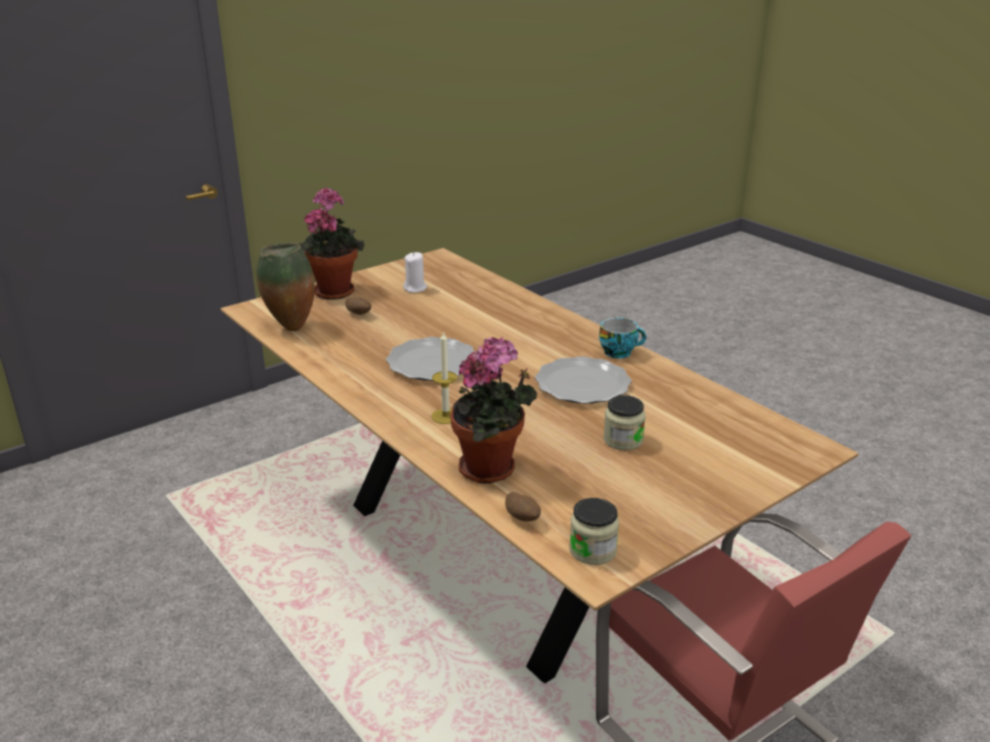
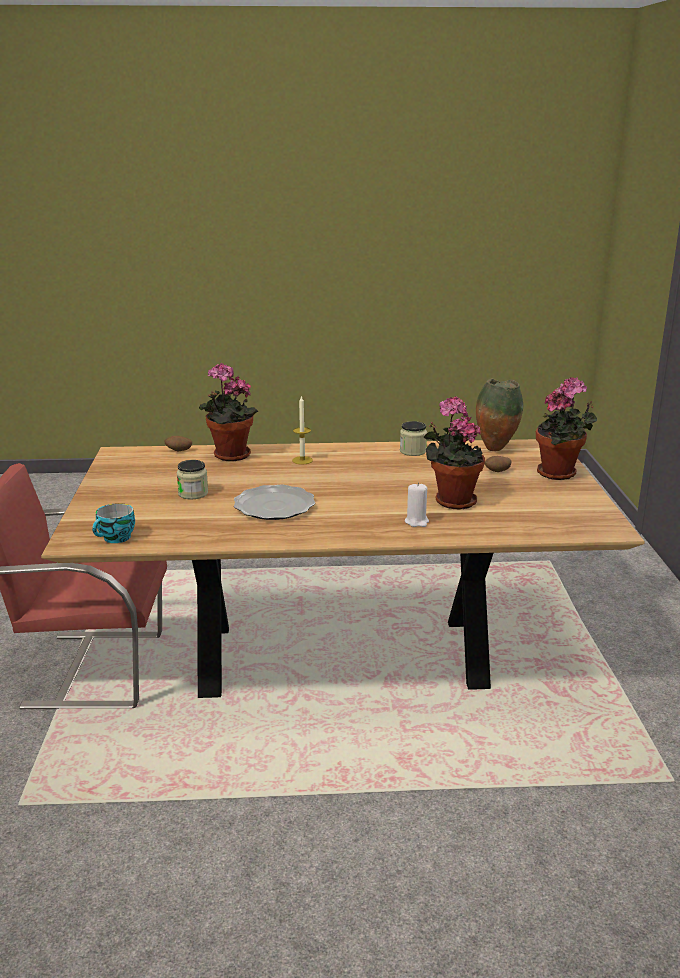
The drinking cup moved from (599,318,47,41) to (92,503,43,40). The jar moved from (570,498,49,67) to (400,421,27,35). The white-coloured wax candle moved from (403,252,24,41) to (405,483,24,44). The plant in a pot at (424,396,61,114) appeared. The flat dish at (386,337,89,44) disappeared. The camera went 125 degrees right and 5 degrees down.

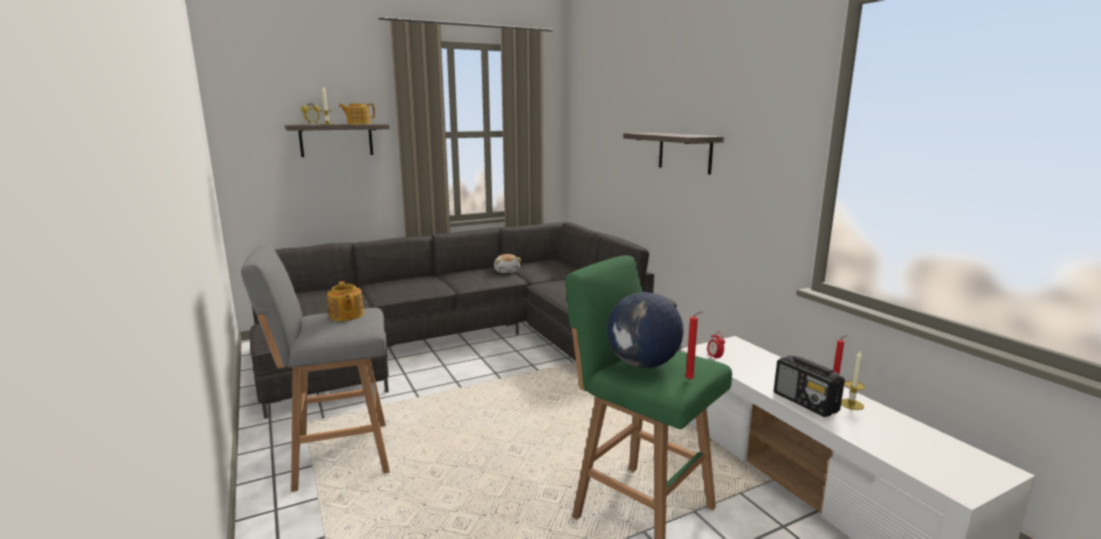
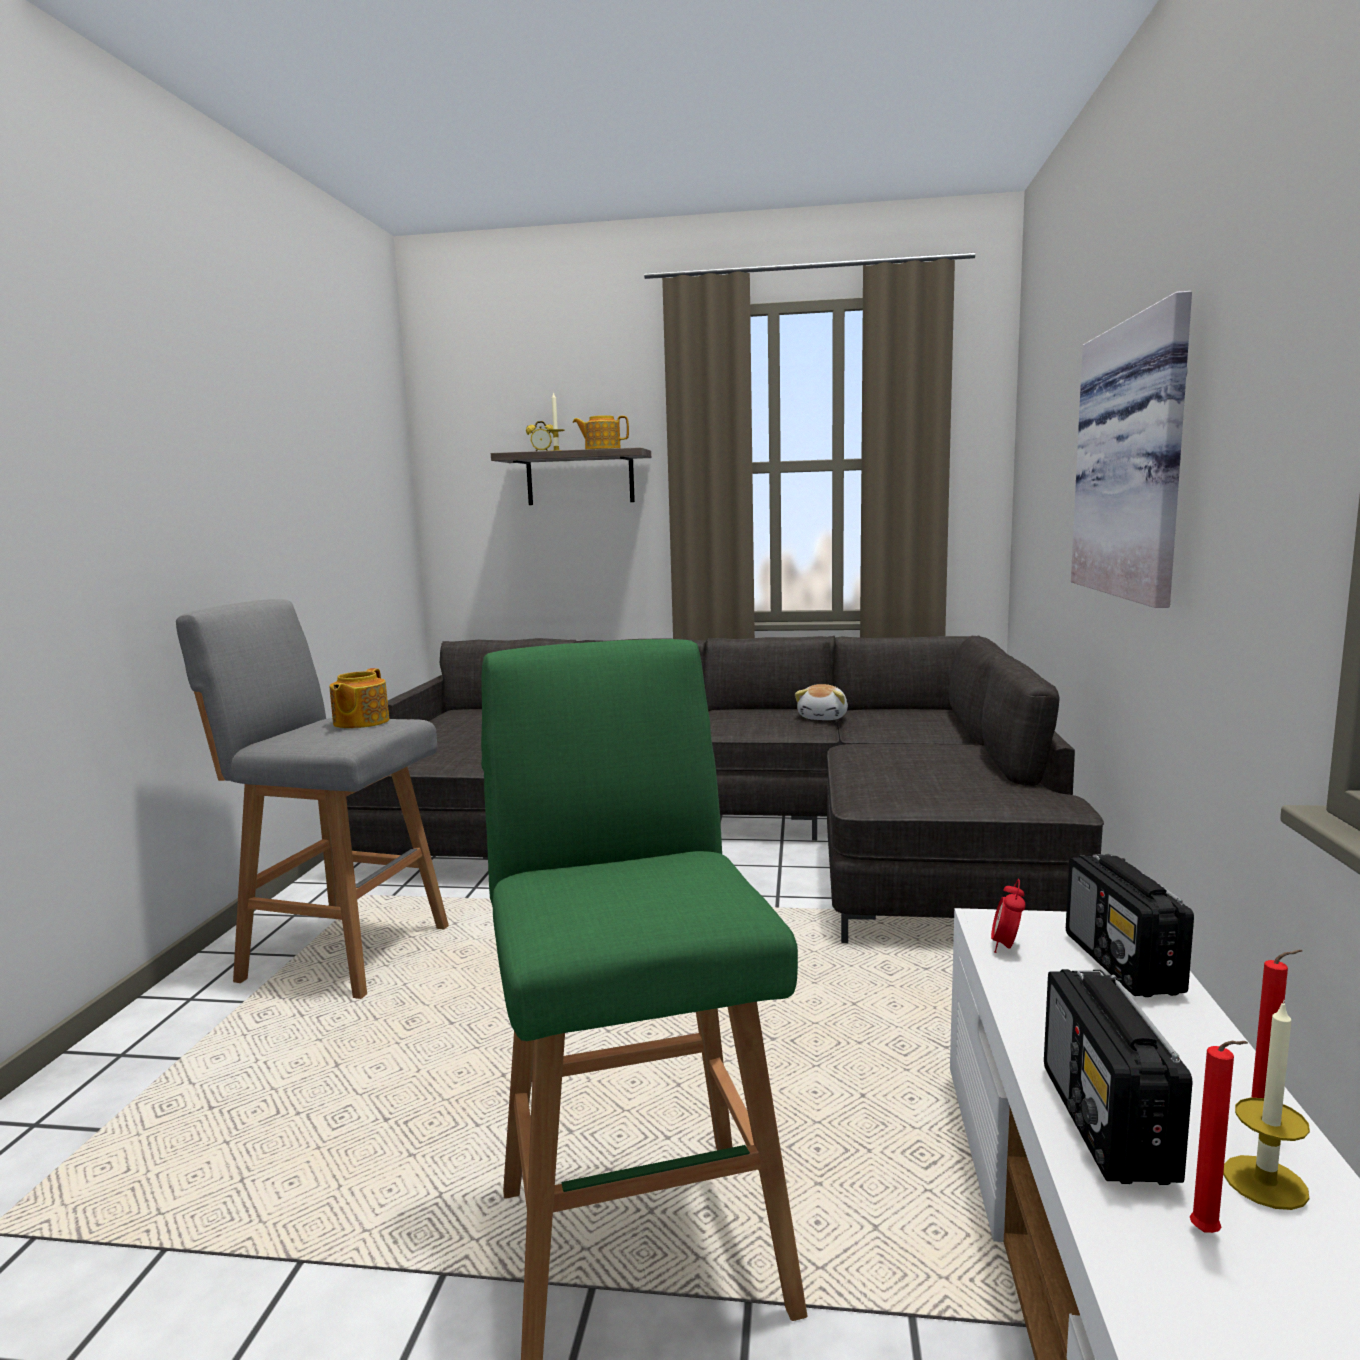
The radio receiver at (1066,854,128,143) appeared. The shelf at (623,133,101,42) was replaced by the wall picture at (1071,291,121,317). The reddish wax candle moved from (685,312,16,68) to (1190,1041,58,192). The globe at (607,292,76,76) disappeared. The camera went 35 degrees right and 5 degrees down.

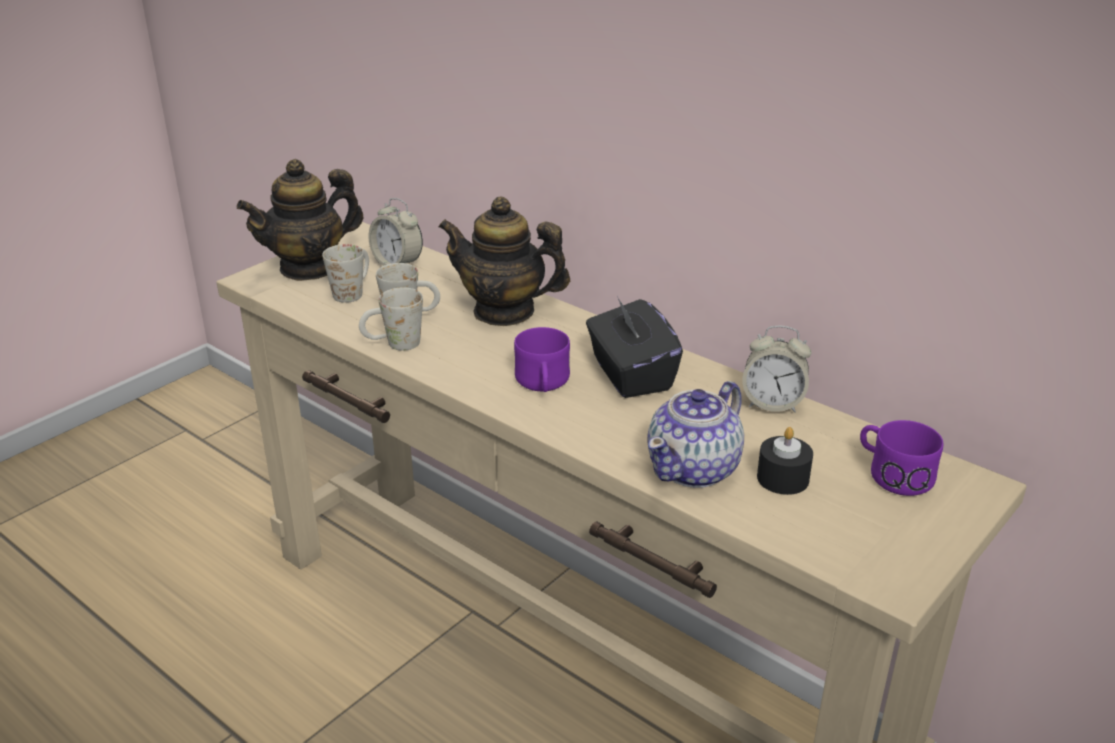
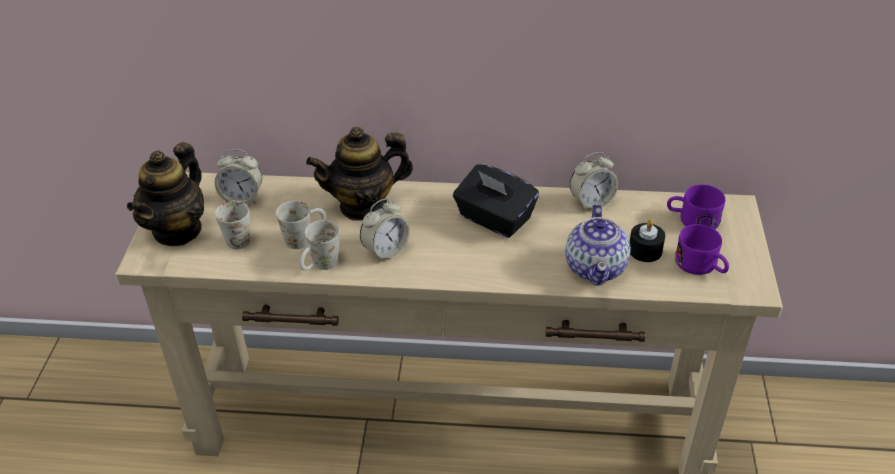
The alarm clock at (360,198,50,64) appeared. The purple coffee mug moved from (514,327,56,65) to (675,224,54,51). The camera went 35 degrees left and 10 degrees up.

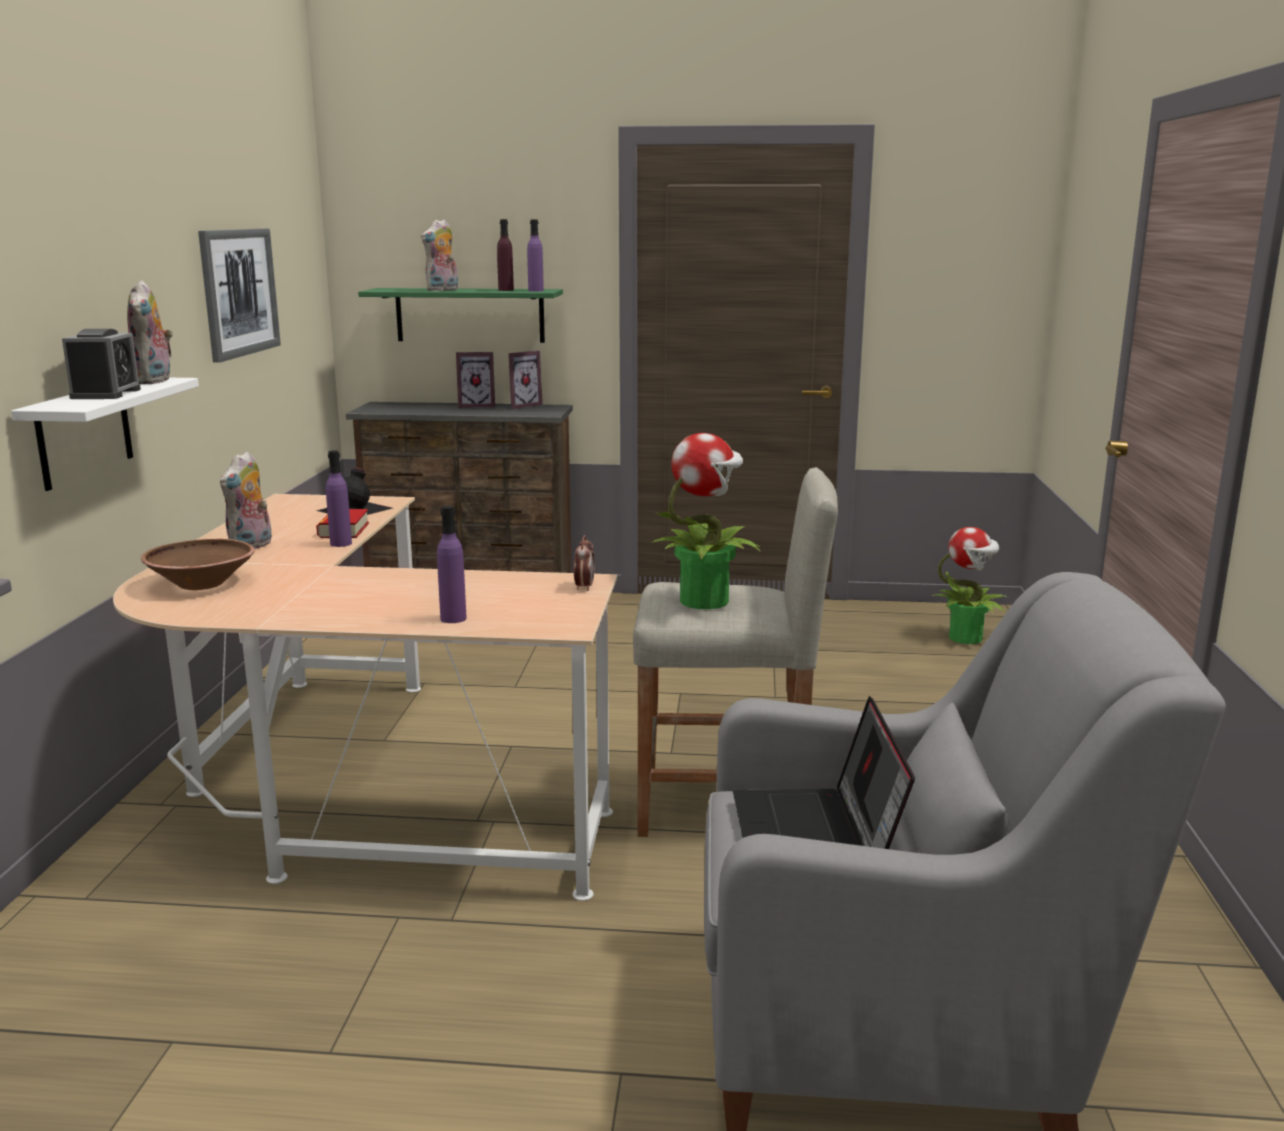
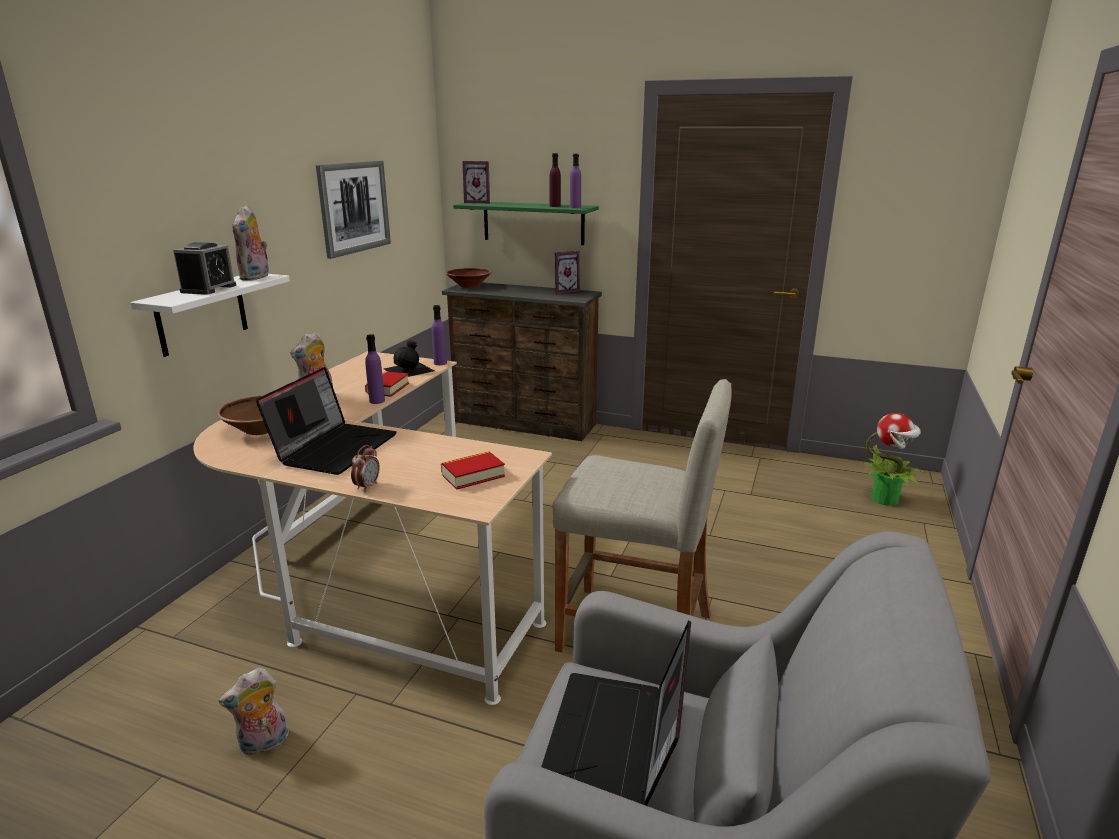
The plush toy moved from (421,219,37,72) to (219,668,70,89). The portable computer at (256,367,141,108) appeared. The alarm clock moved from (574,535,21,56) to (351,445,29,47). The purple drink bottle moved from (437,506,30,117) to (432,305,15,60). The bound book at (441,451,64,39) appeared. The brownish deep dish at (445,268,46,20) appeared. The standing frame moved from (456,352,39,56) to (462,161,28,43). The plant in a pot at (652,433,108,176) disappeared. The camera went 15 degrees right and 5 degrees up.

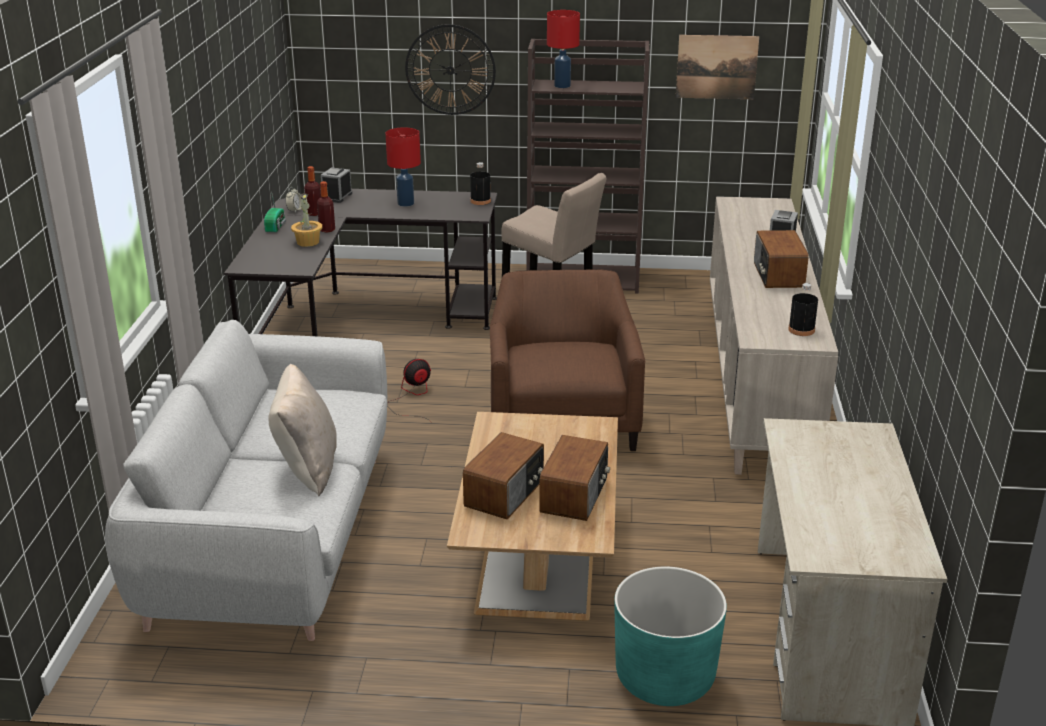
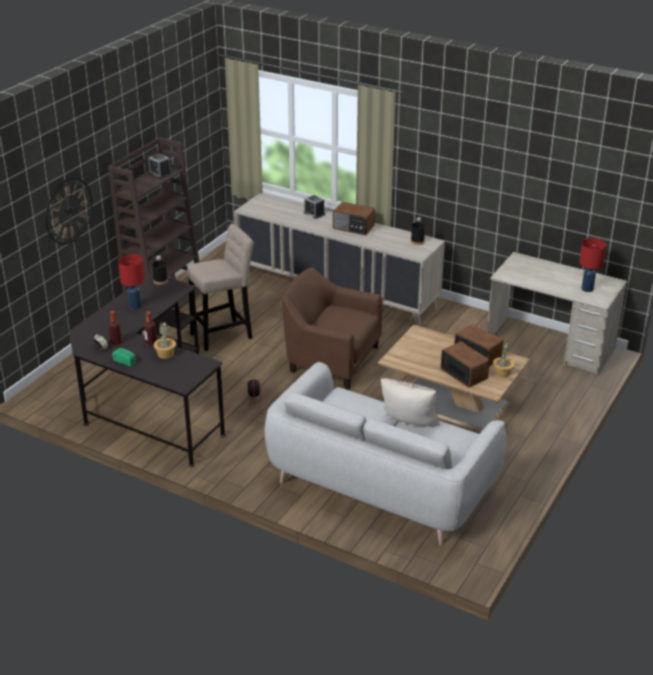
The alarm clock moved from (321,167,31,36) to (148,153,23,26). The plant in a pot at (493,341,22,36) appeared. The reddish lamp for a table moved from (547,10,33,78) to (579,238,27,54). The turquoise-coloured planter at (614,567,113,139) disappeared. The wall picture at (676,35,83,64) disappeared. The camera went 65 degrees left and 5 degrees up.

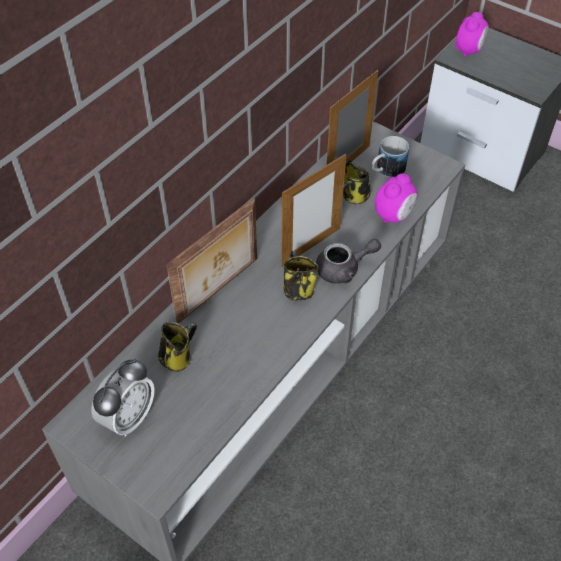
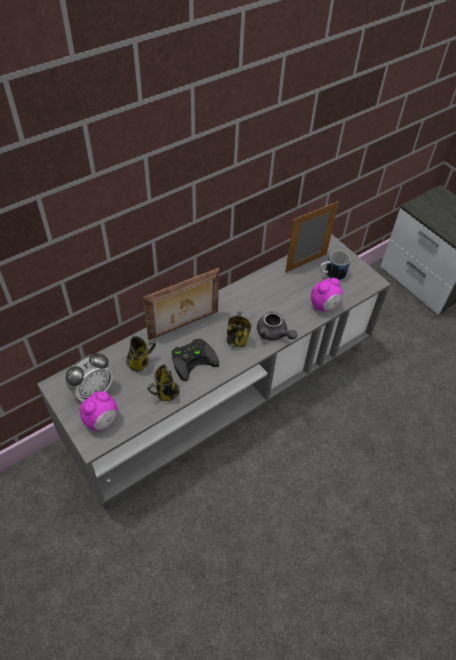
The alarm clock moved from (456,12,33,45) to (80,391,38,40). The coffee mug moved from (343,160,28,45) to (147,364,33,37). The black-coloured gamepad at (172,339,47,42) appeared. The greyish tea pot at (316,239,65,45) turned 45 degrees clockwise. The standing frame at (282,154,65,113) disappeared. The camera went 15 degrees right and 0 degrees up.

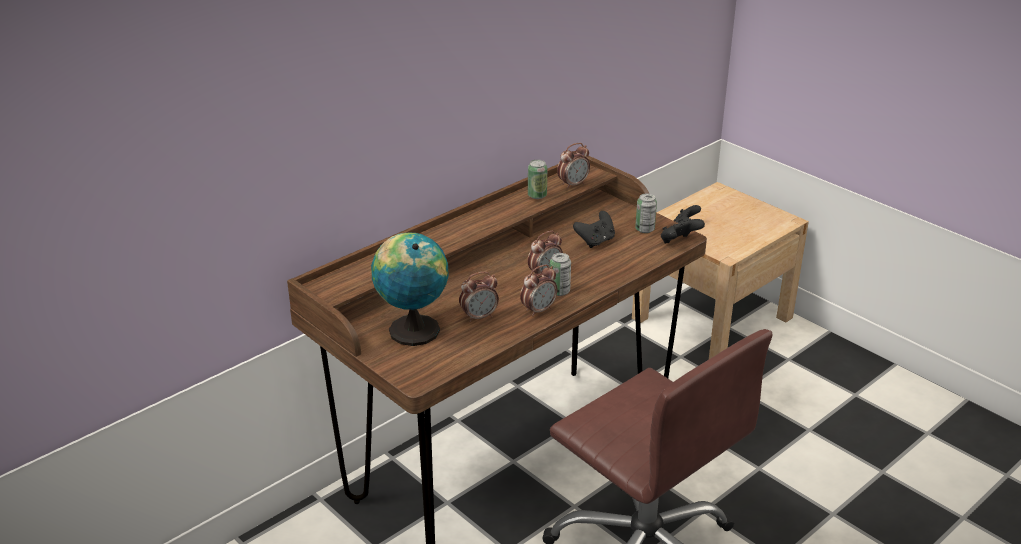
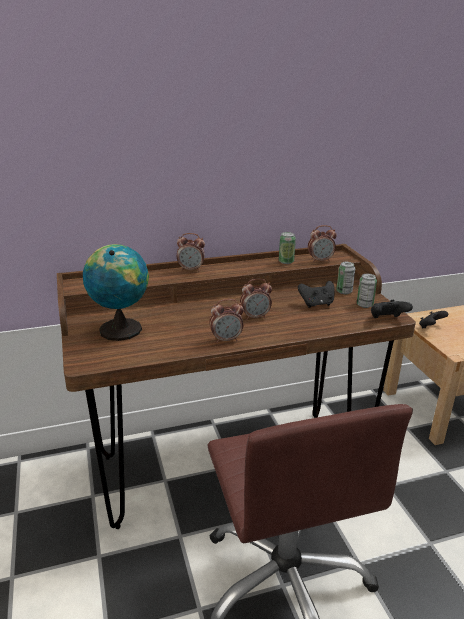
The alarm clock moved from (459,272,40,50) to (177,233,28,38). The metal can moved from (550,253,21,43) to (337,262,18,32). The camera went 25 degrees right and 5 degrees down.

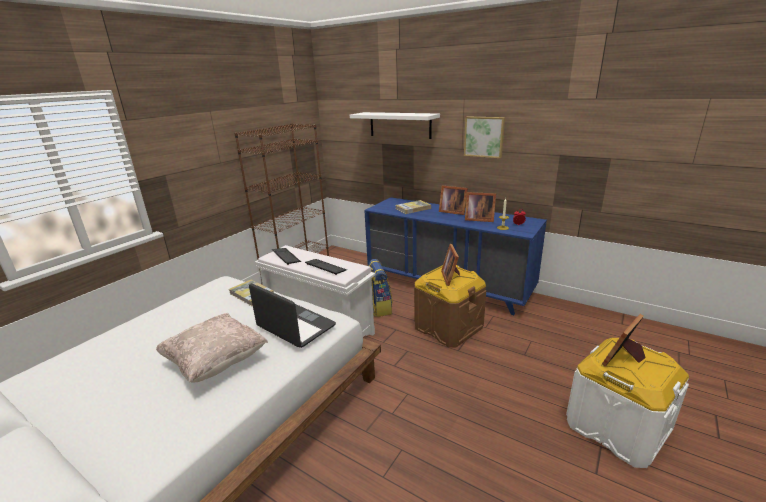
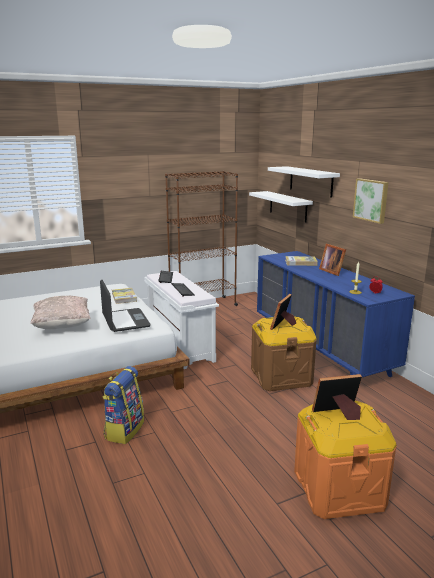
The backpack moved from (369,259,24,58) to (102,366,42,78). The white-coloured shelf at (249,191,64,31) appeared. The white-coloured storage container at (566,338,123,130) became the orangey storage container at (294,400,103,119). The standing frame at (465,192,31,30) disappeared. The camera went 30 degrees right and 5 degrees down.

